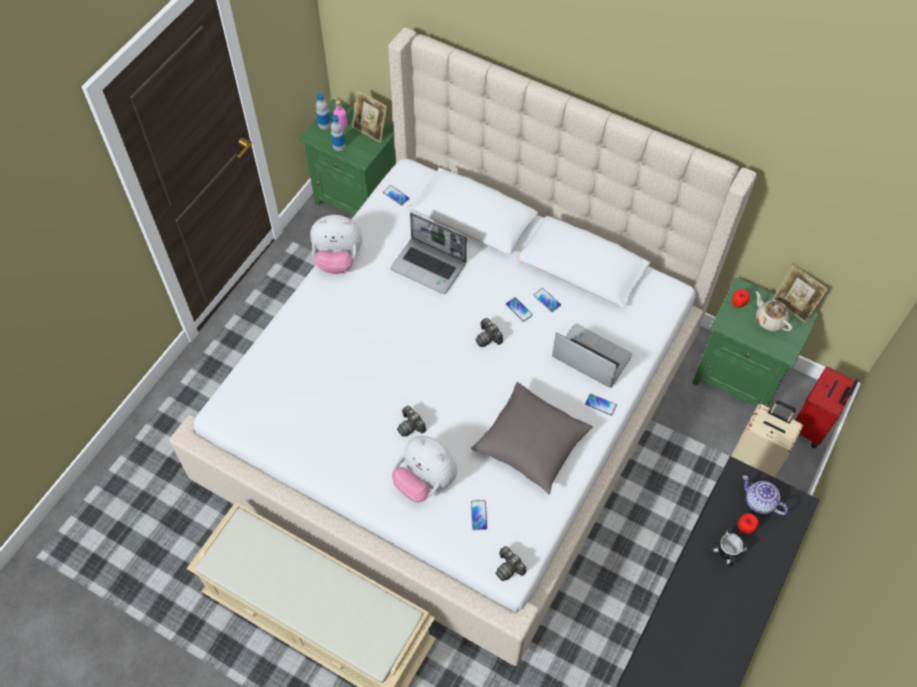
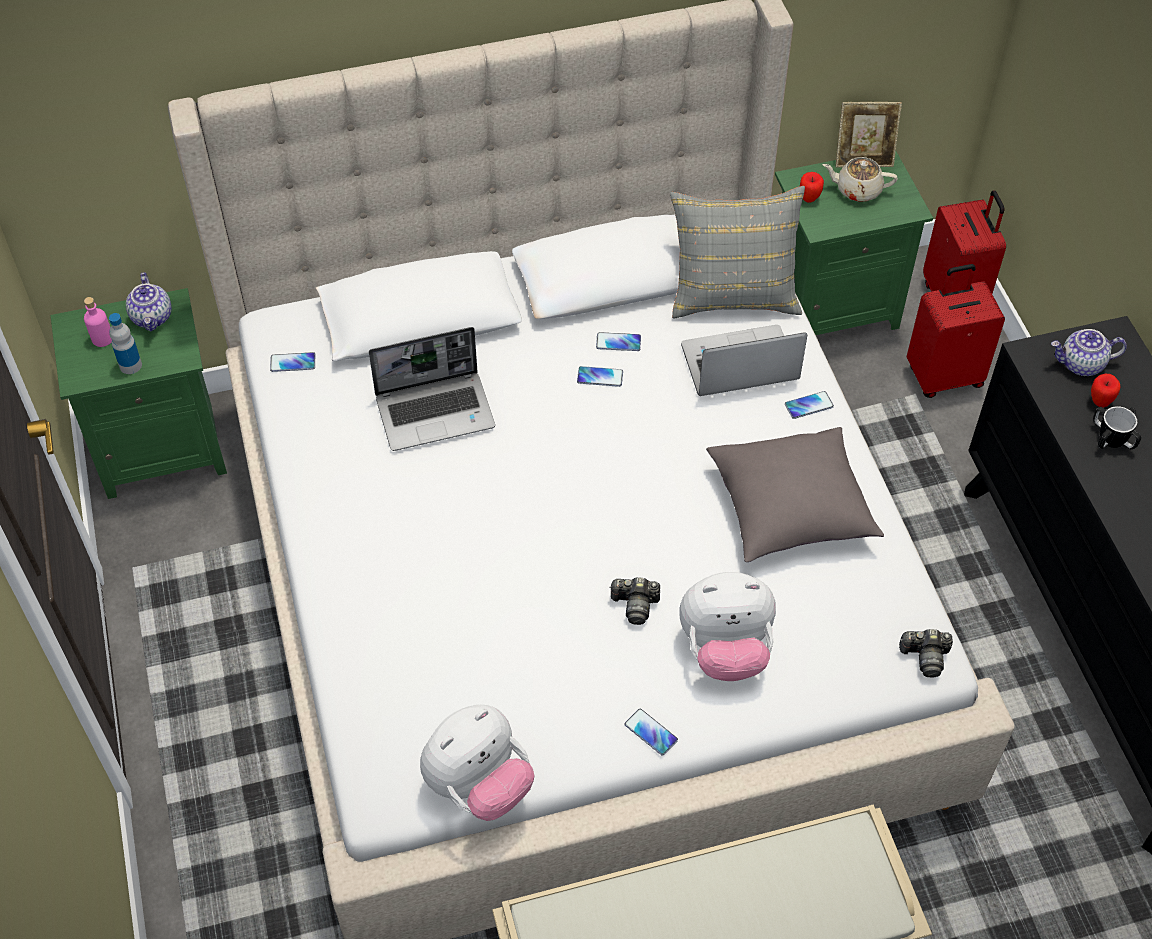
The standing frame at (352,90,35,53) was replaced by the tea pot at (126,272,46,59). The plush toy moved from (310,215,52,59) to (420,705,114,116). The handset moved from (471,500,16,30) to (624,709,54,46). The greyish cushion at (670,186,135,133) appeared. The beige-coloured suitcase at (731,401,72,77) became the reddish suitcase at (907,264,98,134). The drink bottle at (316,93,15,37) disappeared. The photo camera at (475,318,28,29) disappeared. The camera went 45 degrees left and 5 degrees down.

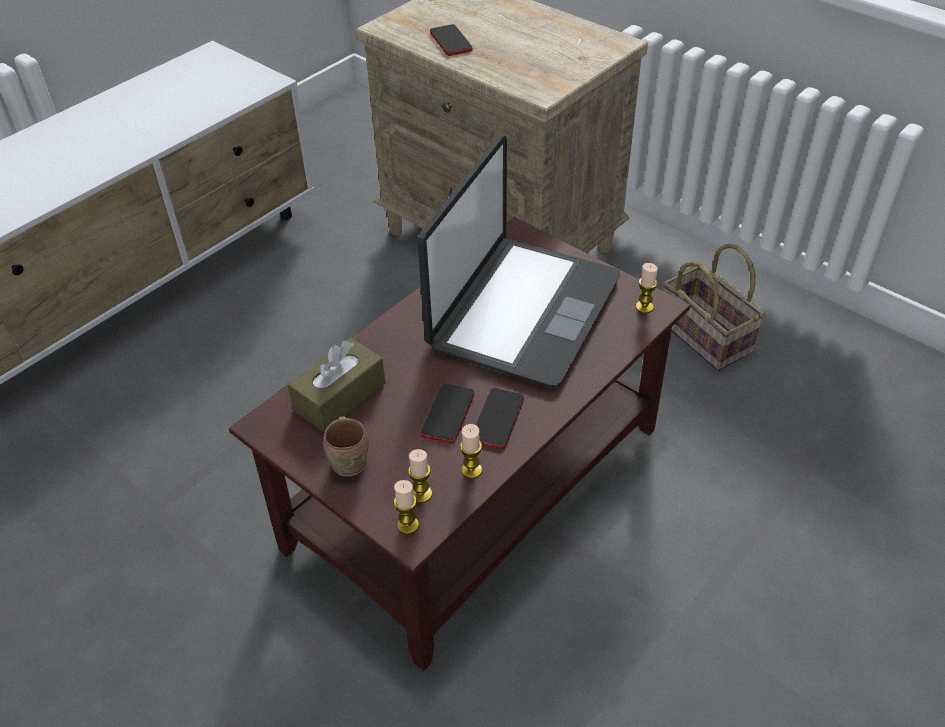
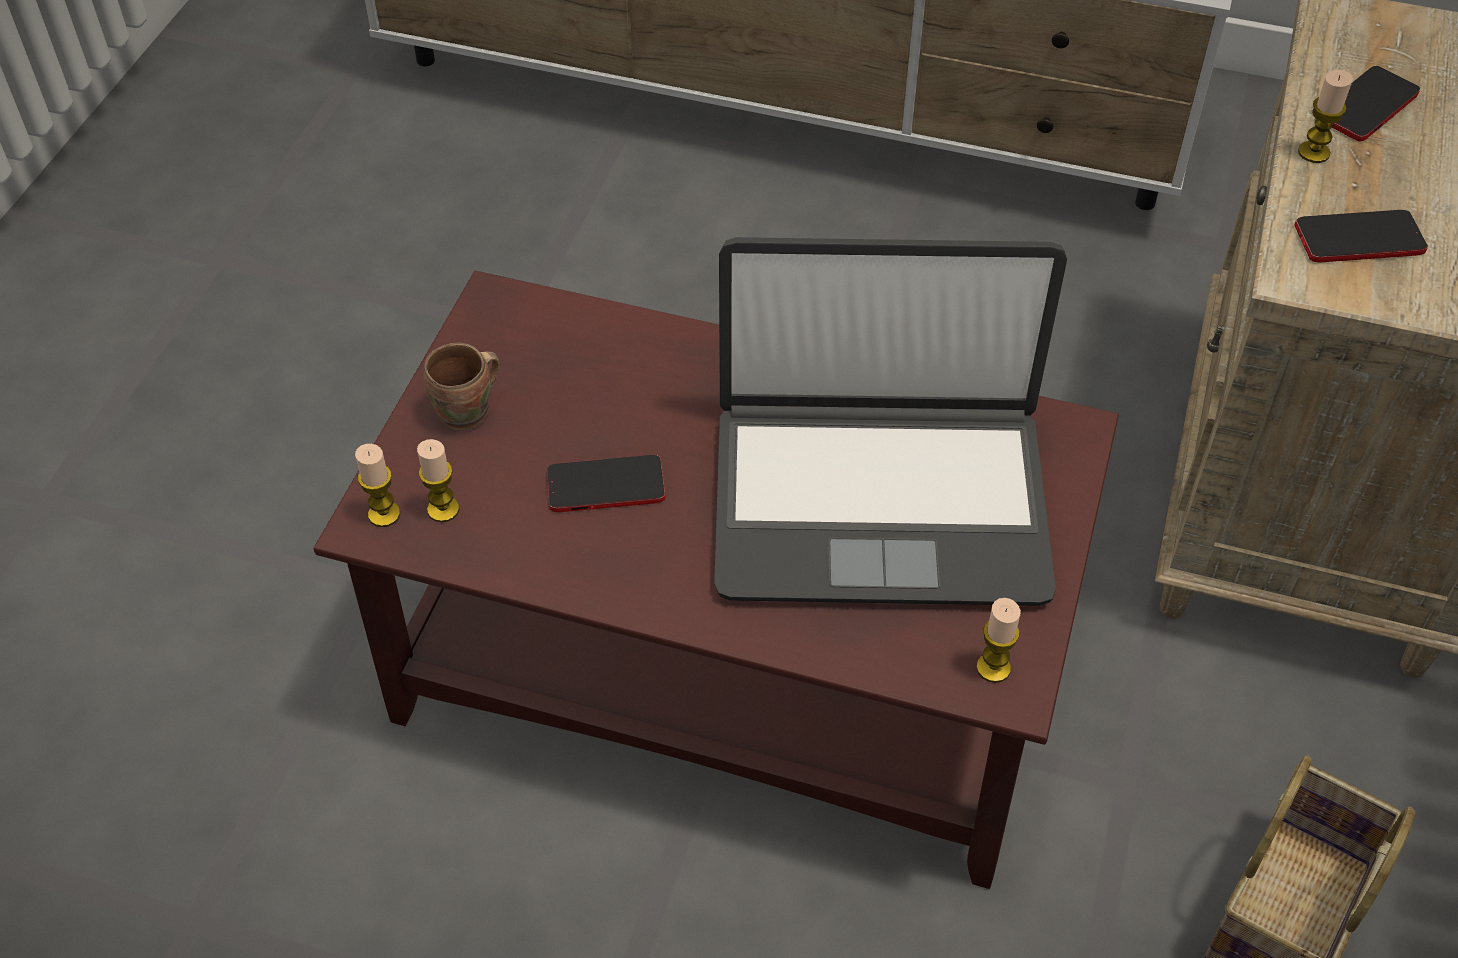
The handset moved from (476,388,48,61) to (1294,210,134,52). The wax candle moved from (460,424,22,55) to (1298,70,55,93). The brownish tissue box at (288,338,97,94) disappeared. The camera went 65 degrees right and 5 degrees up.

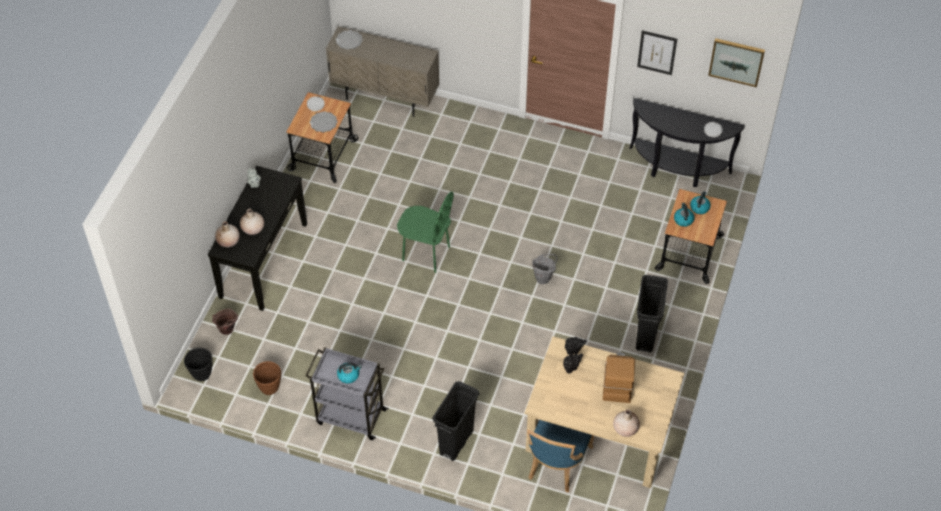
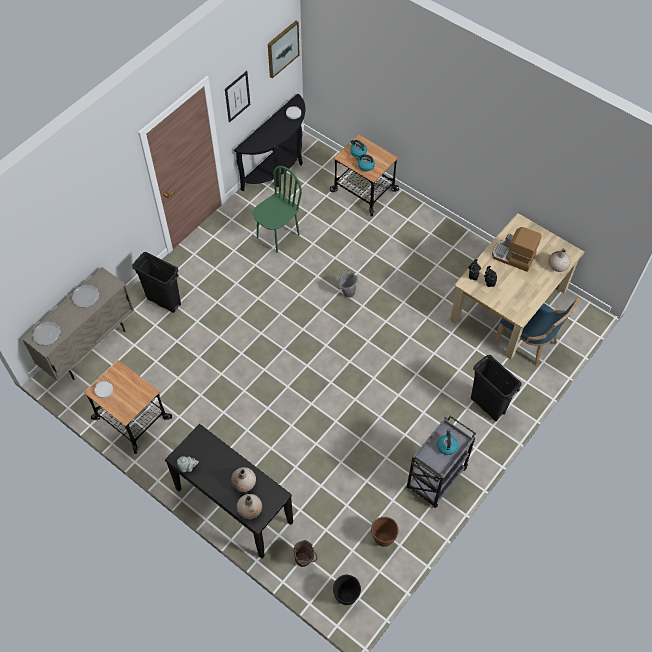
The flat dish moved from (310,111,28,21) to (72,285,28,23). The black-coloured trash can moved from (636,275,32,77) to (132,252,49,61). The green plain chair moved from (397,191,57,82) to (253,166,49,87). The camera went 70 degrees left and 5 degrees up.

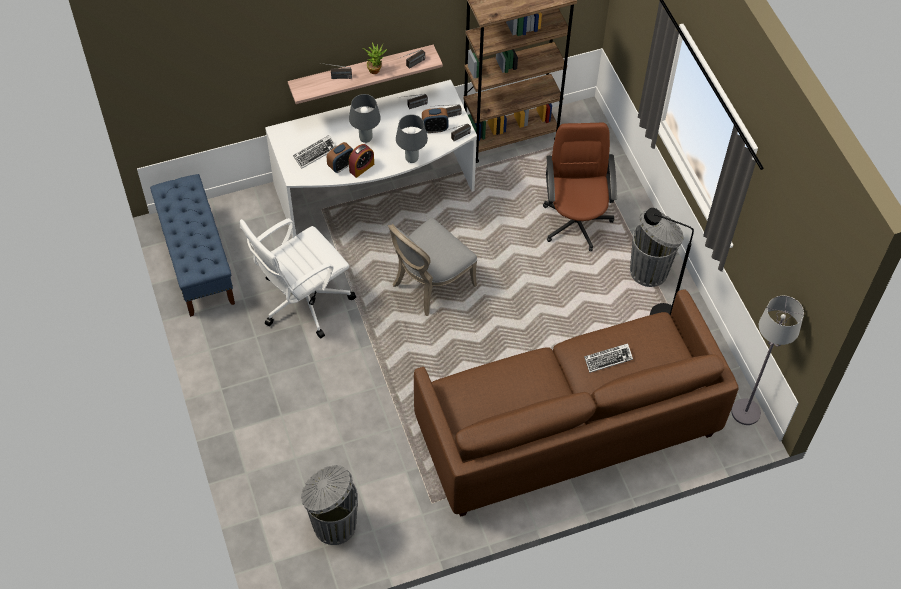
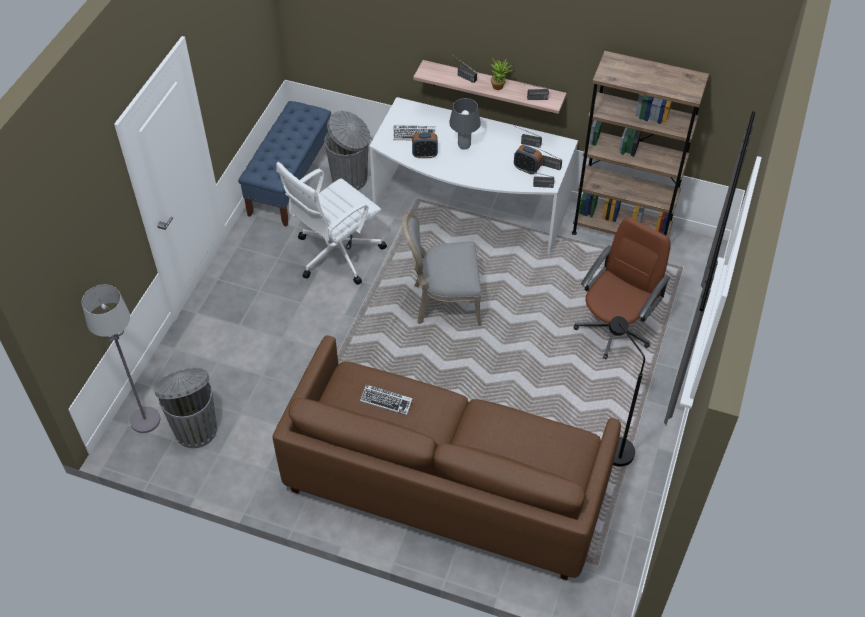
The greyish floor lamp moved from (731,296,73,129) to (82,285,78,148). The white-coloured desk chair at (240,218,116,120) turned 45 degrees counterclockwise. The greyish trash can moved from (630,210,54,77) to (325,111,45,79). The keyboard moved from (584,343,49,30) to (360,384,53,31). The alarm clock at (349,144,25,34) disappeared. The greyish lamp for a table at (396,115,32,48) disappeared. The camera went 40 degrees right and 5 degrees down.

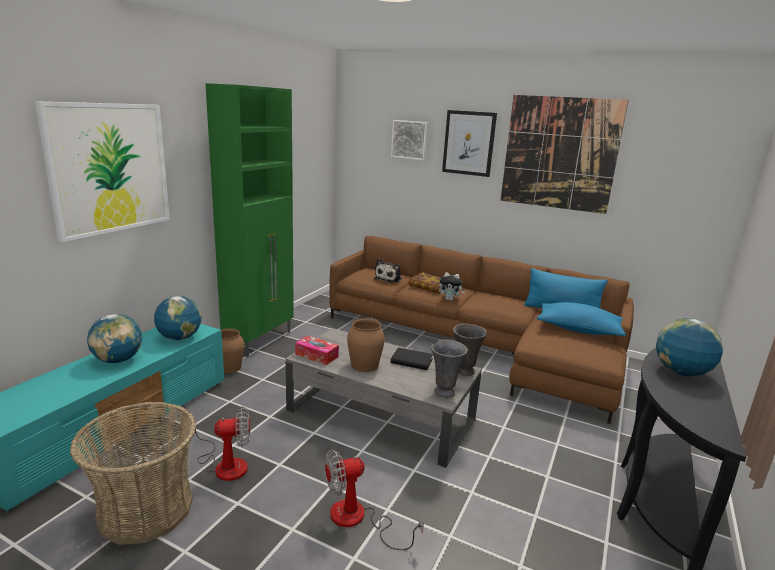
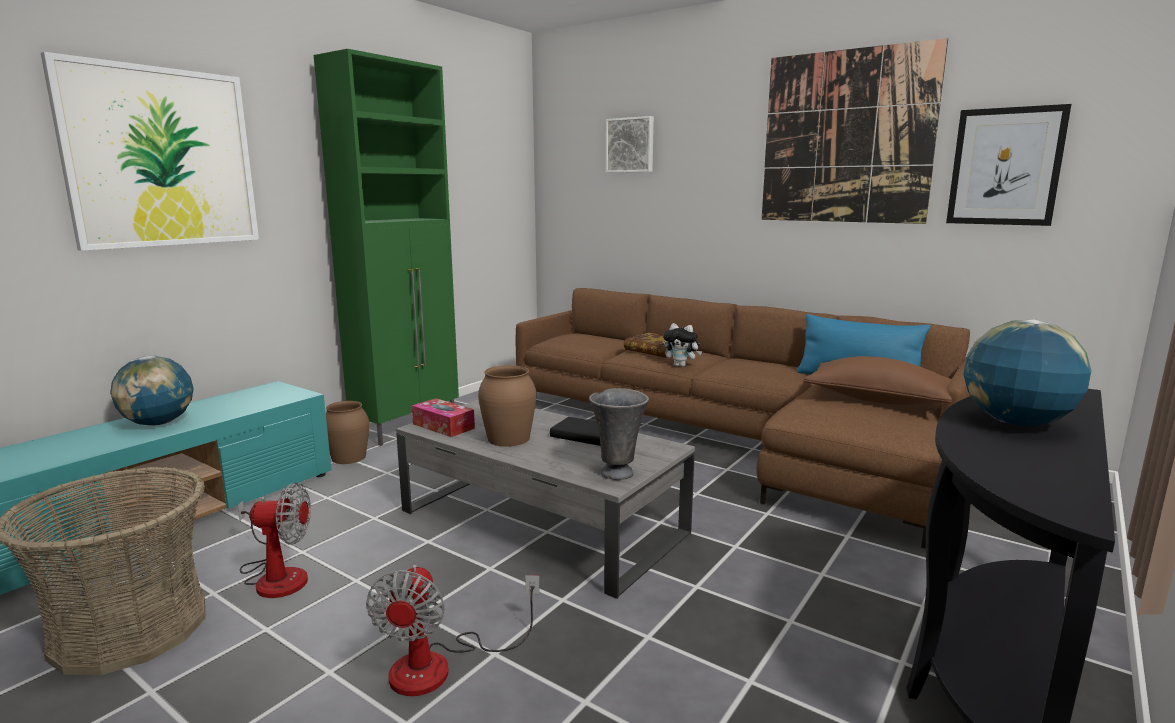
The fan at (324,449,100,101) turned 75 degrees counterclockwise. The bluish cushion at (537,302,89,35) became the brownish cushion at (803,356,149,49). The wall picture moved from (442,110,55,67) to (946,104,126,122). The globe at (154,296,48,44) disappeared. The plush toy at (374,259,28,24) disappeared. The greyish decorative vase at (453,324,34,52) disappeared. The camera went 10 degrees right and 5 degrees down.

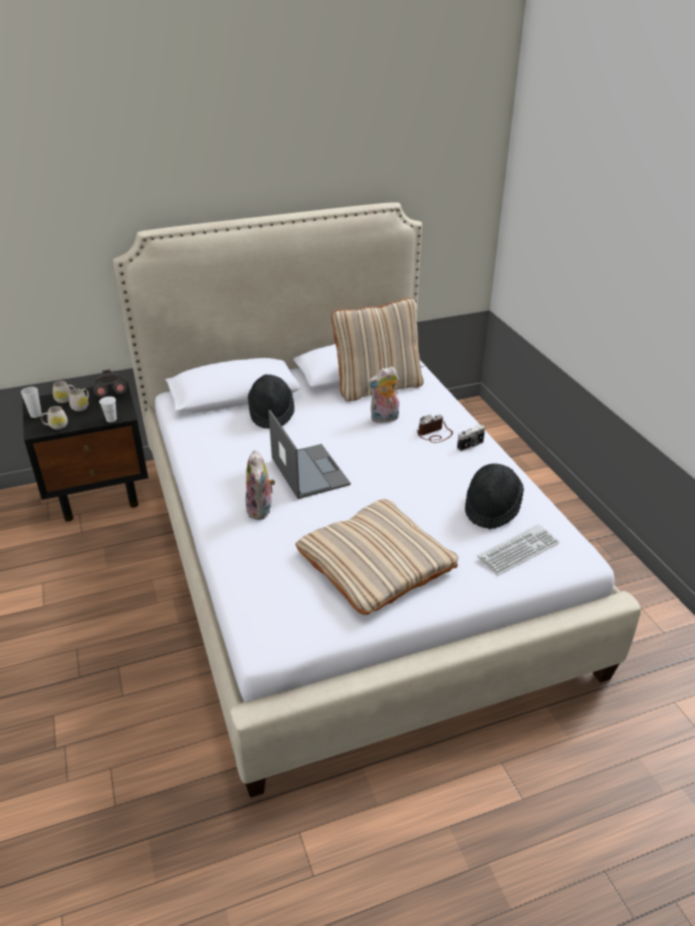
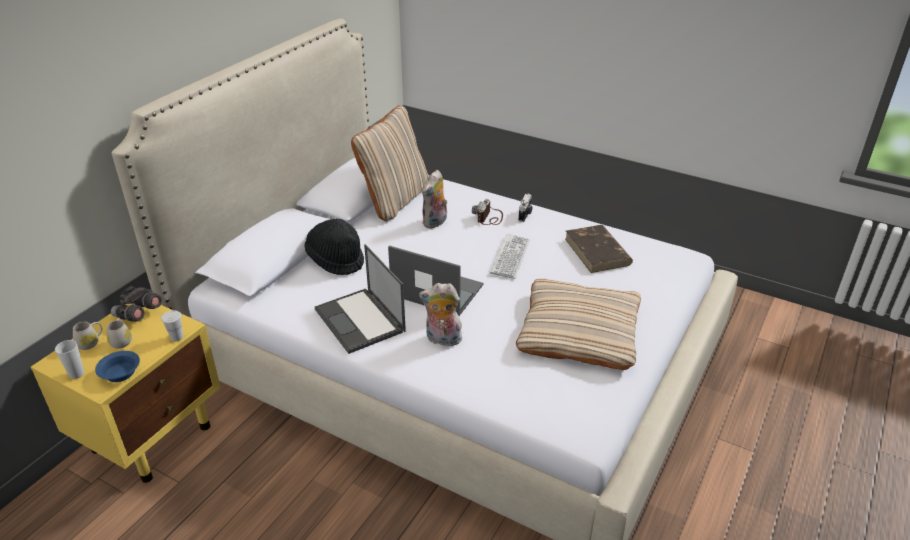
The black-coloured bedside table at (22,381,126,141) became the yellow bedside table at (31,303,190,180). The white-coloured coffee mug at (41,406,27,24) was replaced by the bluish deep dish at (95,351,45,31). The portable computer at (315,244,91,110) appeared. The plush toy at (245,450,30,70) turned 150 degrees clockwise. The keyboard moved from (477,524,82,52) to (490,233,40,46). The black-coloured hat at (465,463,59,66) was replaced by the brownish bound book at (565,225,68,48). The camera went 40 degrees left and 0 degrees up.

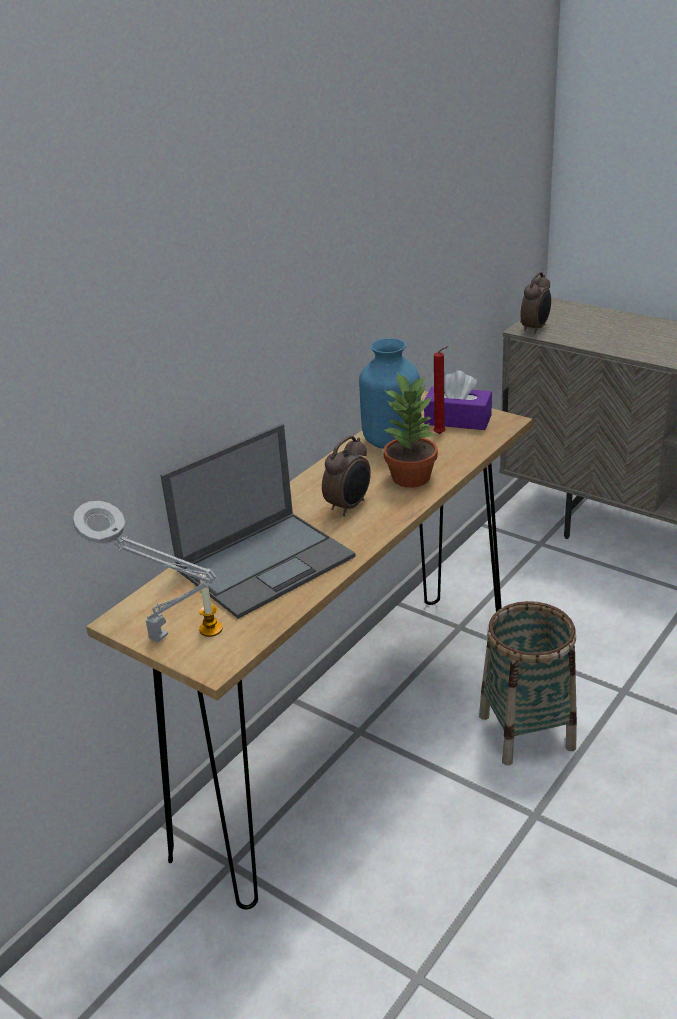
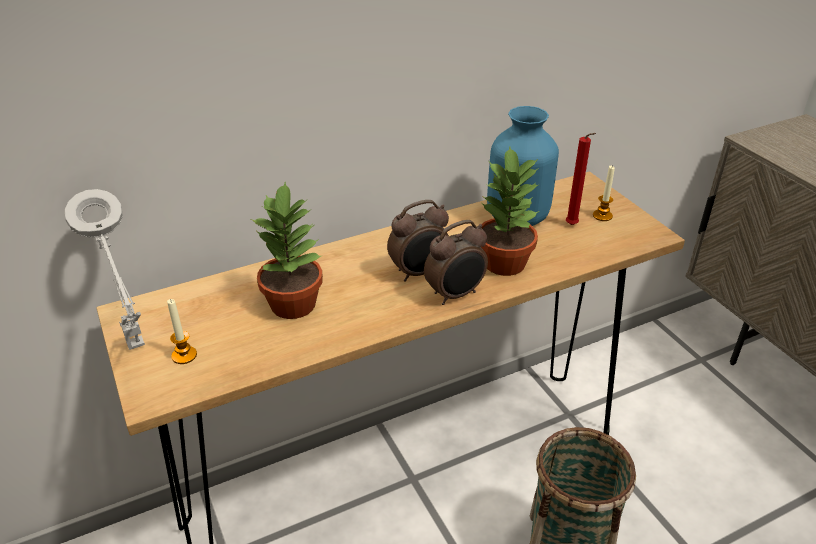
The portable computer at (160,423,196,196) was replaced by the plant in a pot at (251,182,72,137). The alarm clock moved from (521,272,30,62) to (424,220,64,85). The purple tissue box at (424,371,68,59) was replaced by the wax candle at (593,166,22,55). The camera went 25 degrees right and 5 degrees up.

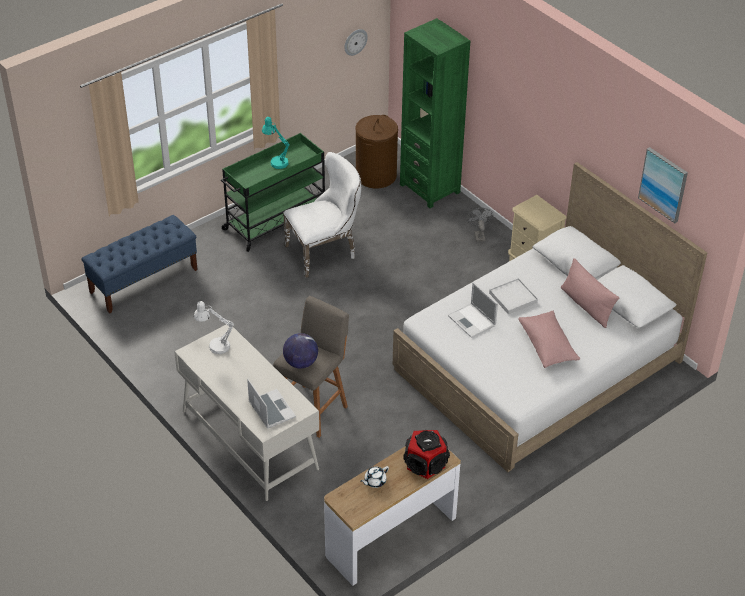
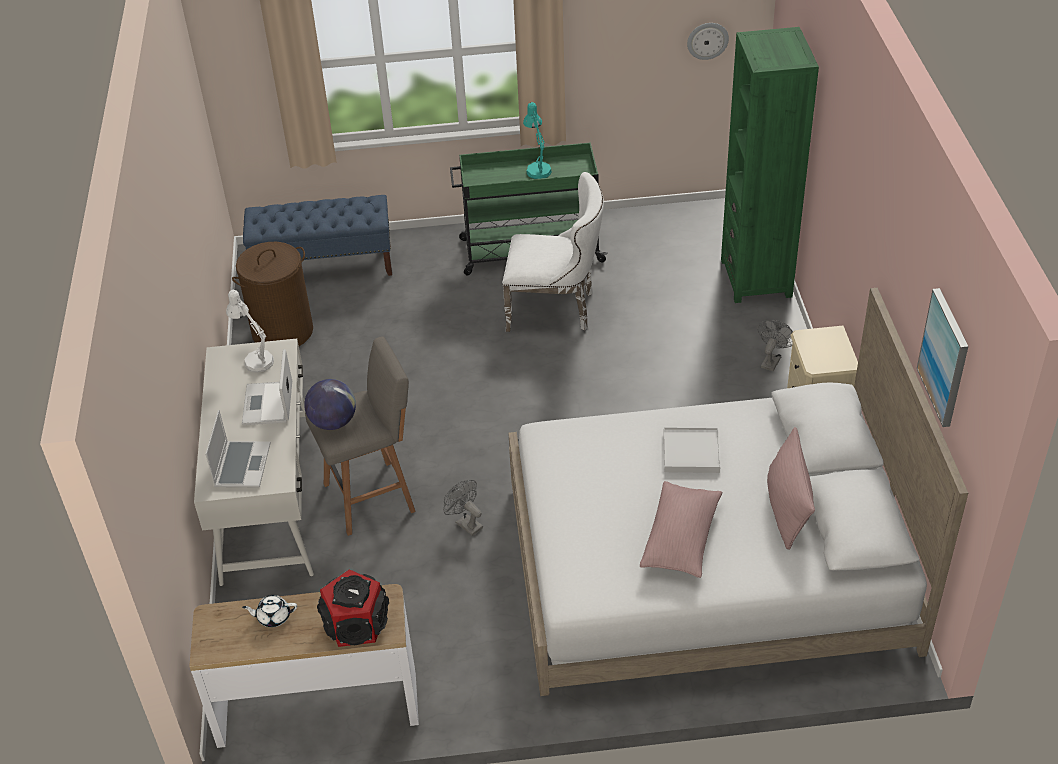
The brownish hamper moved from (355,115,43,74) to (232,242,81,104). The portable computer moved from (448,282,50,56) to (242,349,50,76). The greyish fan at (443,480,40,56) appeared. The camera went 35 degrees right and 0 degrees up.

